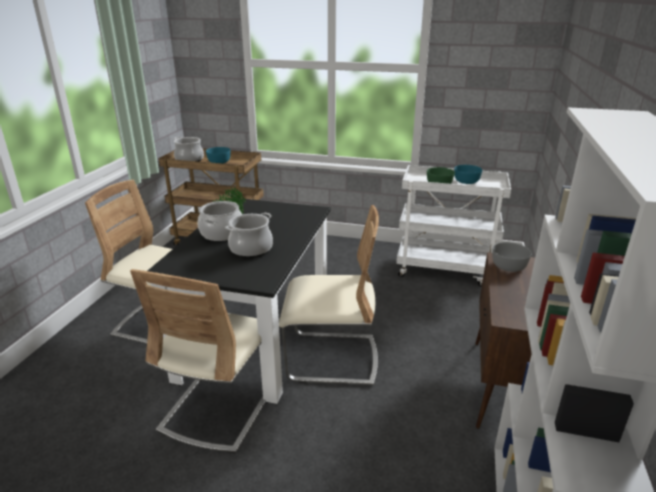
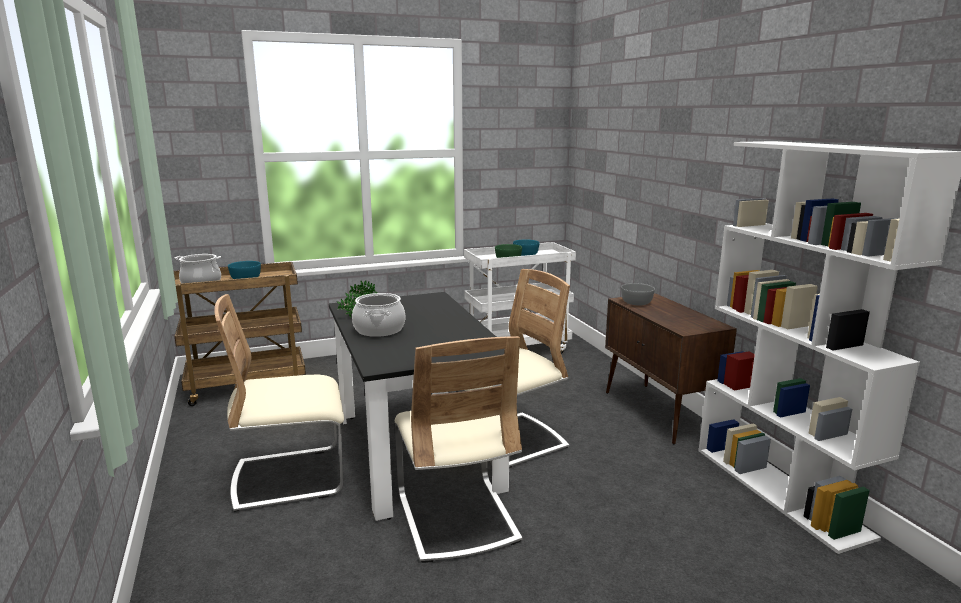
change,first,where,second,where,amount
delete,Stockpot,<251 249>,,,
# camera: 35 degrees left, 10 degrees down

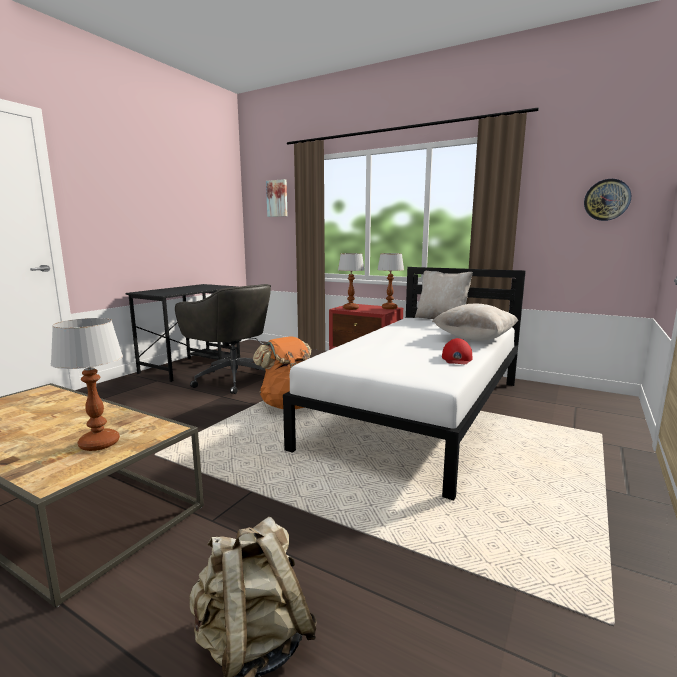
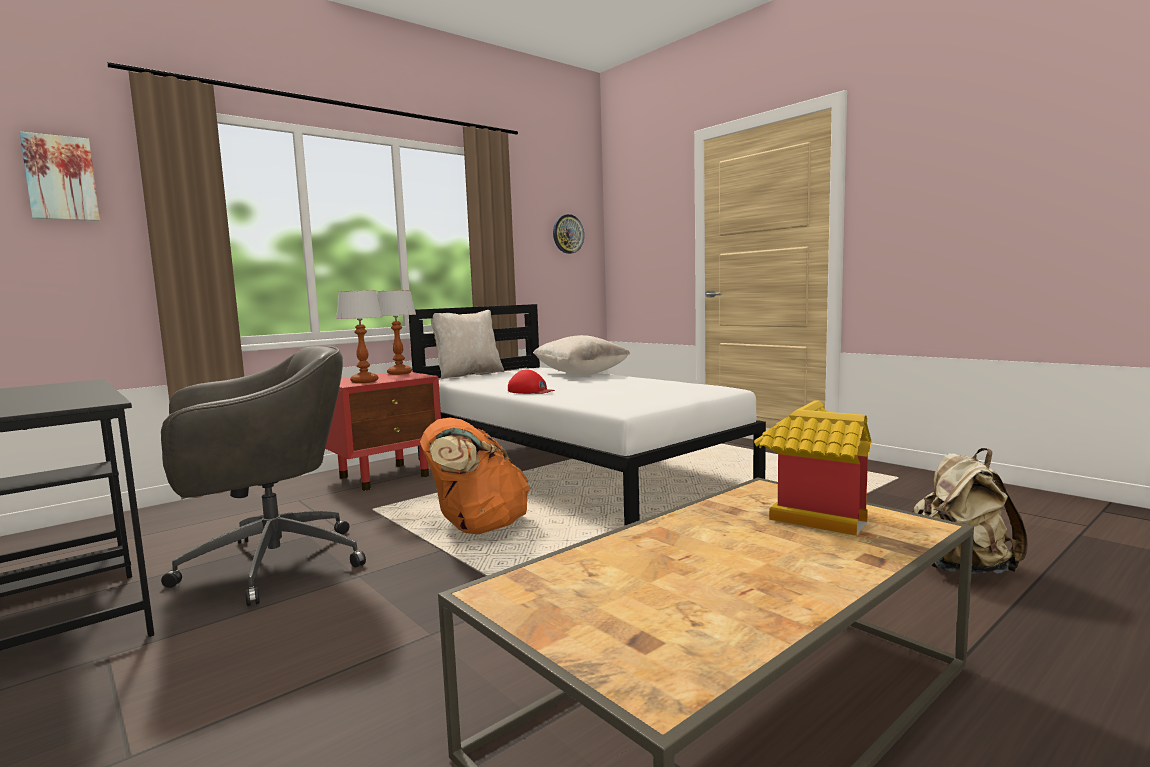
change,first,where,second,where,amount
move,RedPeakedCap,<456 358>,,<531 391>,
replace,LampForATable,<100 443>,MiniatureHouse,<808 514>,
# camera: 70 degrees left, 5 degrees down

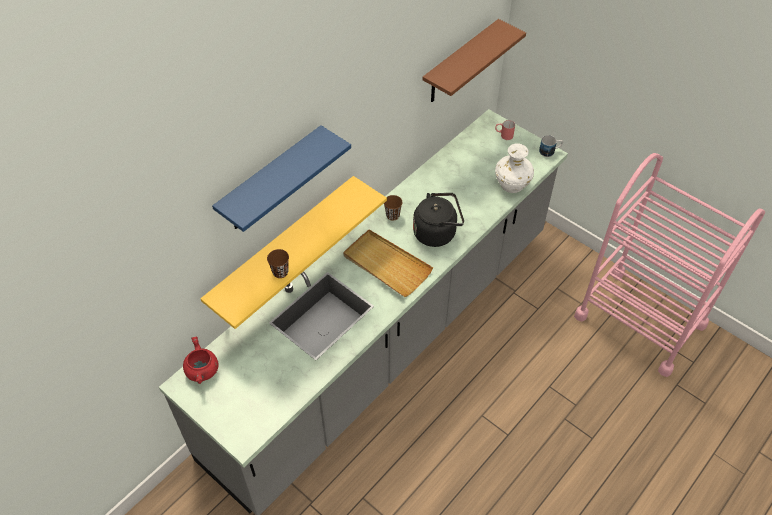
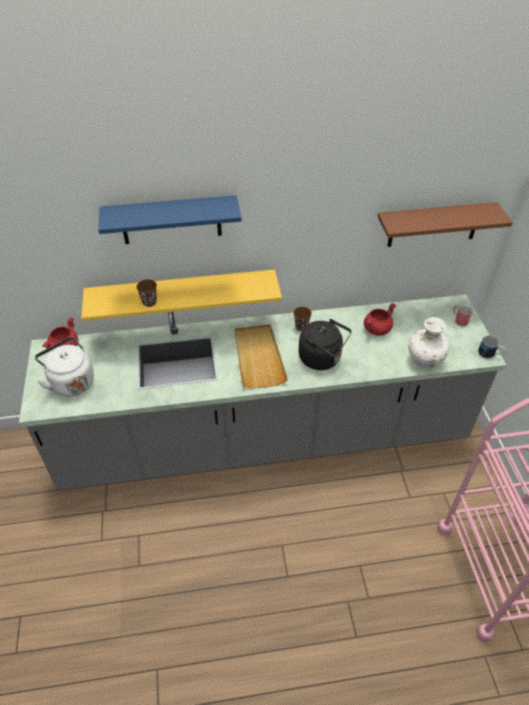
change,first,where,second,where,amount
insert,,,WhitishTeaKettle,<71 381>,
insert,,,RedStockpot,<377 329>,
# camera: 40 degrees right, 5 degrees down

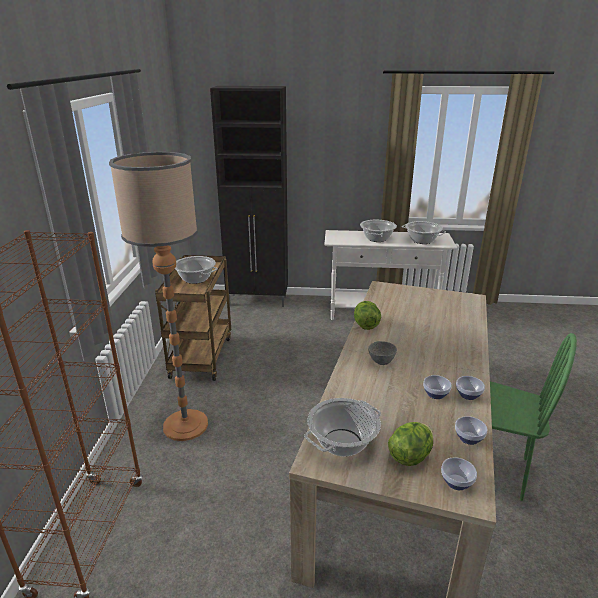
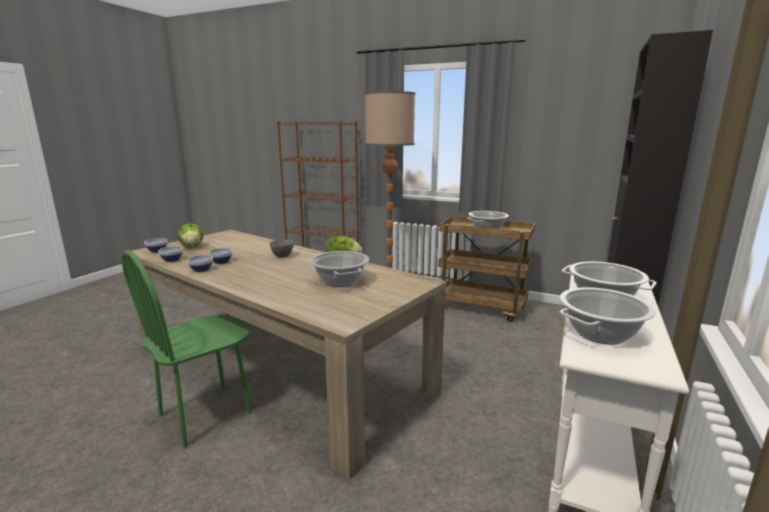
change,first,where,second,where,amount
move,Stockpot,<342 442>,,<340 281>,
# camera: 110 degrees right, 10 degrees down

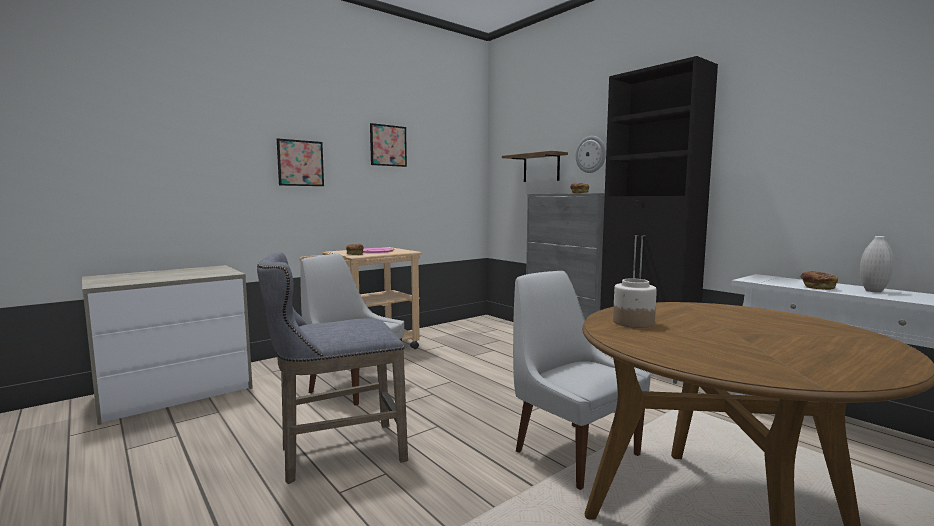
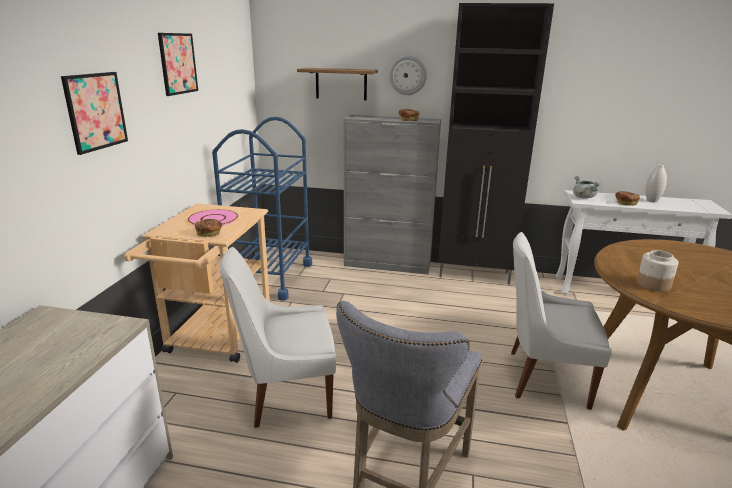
change,first,where,second,where,amount
insert,,,BlueTrolley,<270 277>,
insert,,,GreyishStockpot,<583 197>,
# camera: 40 degrees left, 15 degrees up

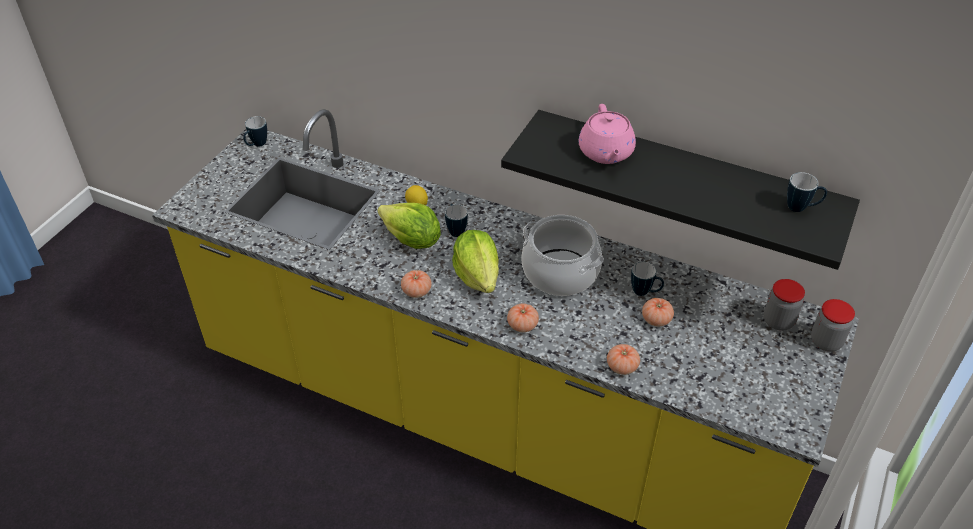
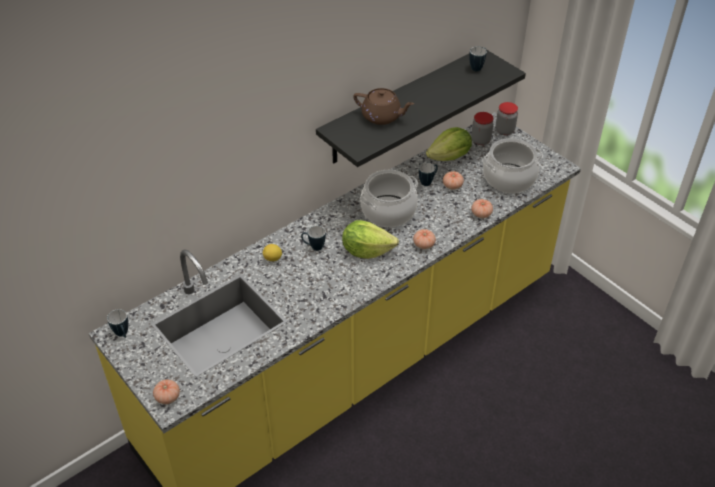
change,first,where,second,where,amount
insert,,,Stockpot,<509 179>,
move,LettuceHead,<412 241>,,<450 157>,
move,Tomato,<416 291>,,<167 397>,
recolor,PinkishPotForTea,<606 153>,BrownPotForTea,<382 117>,
# camera: 65 degrees left, 0 degrees up

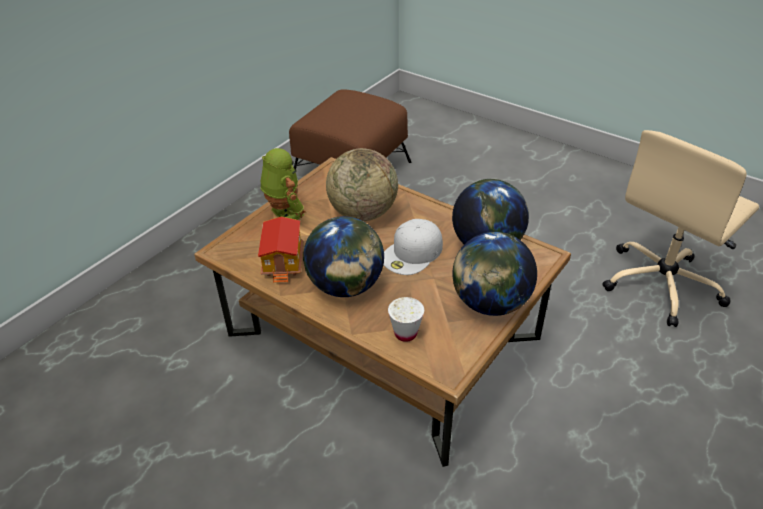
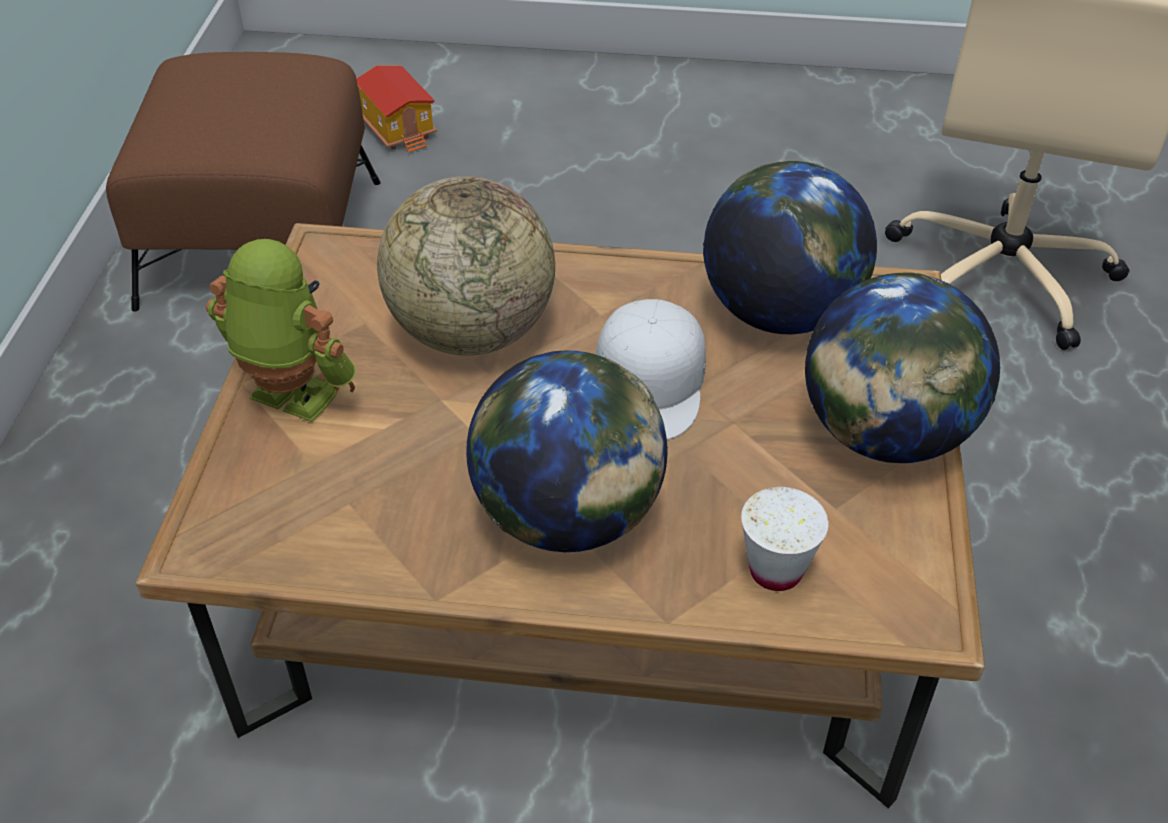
change,first,where,second,where,amount
move,MiniatureHouse,<284 262>,,<399 129>,
# camera: 30 degrees left, 5 degrees up

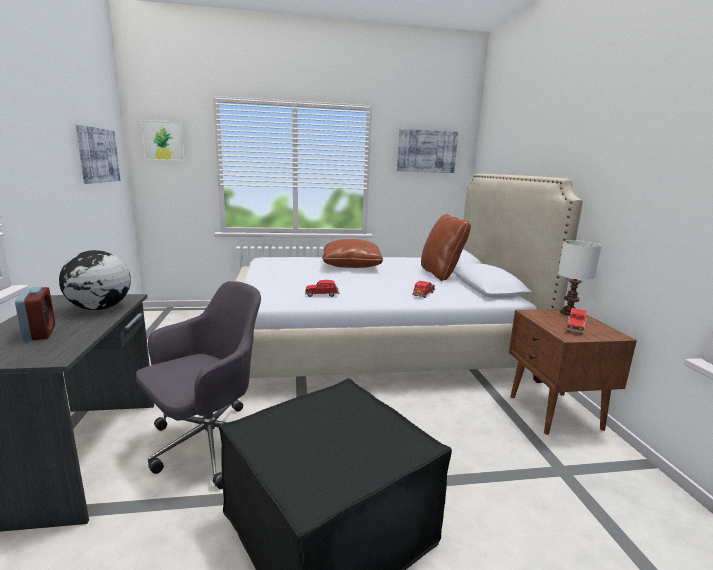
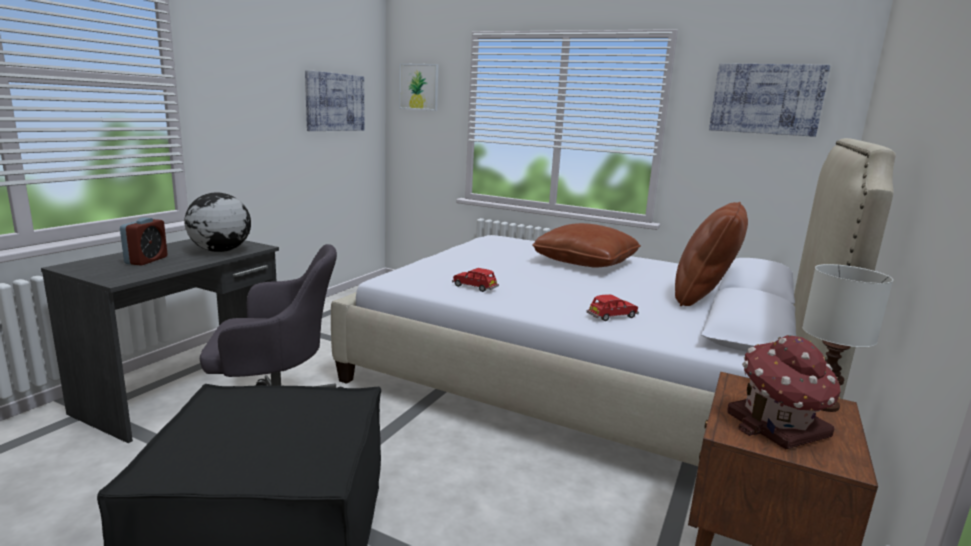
change,first,where,second,where,amount
replace,RedMiniatureCar,<575 328>,MiniatureHouse,<778 427>,
# camera: 35 degrees right, 0 degrees up

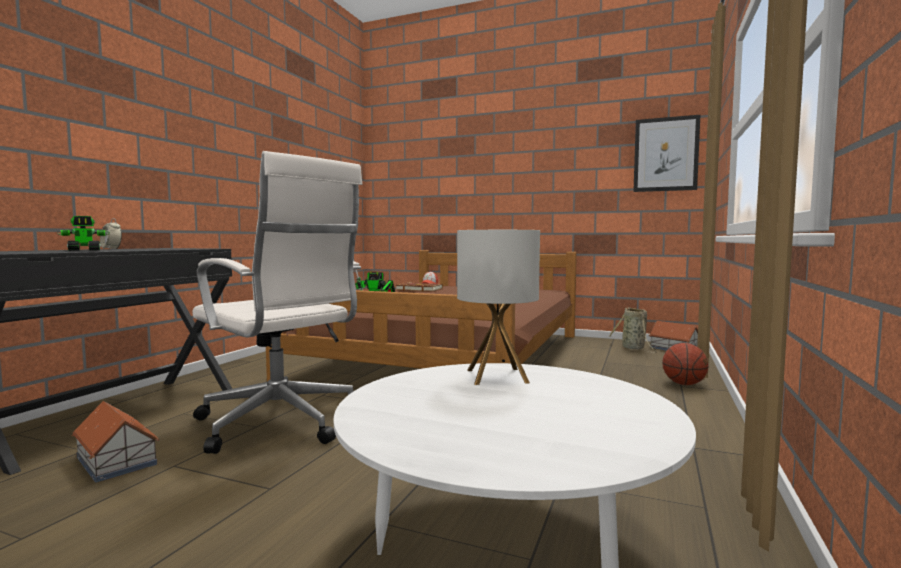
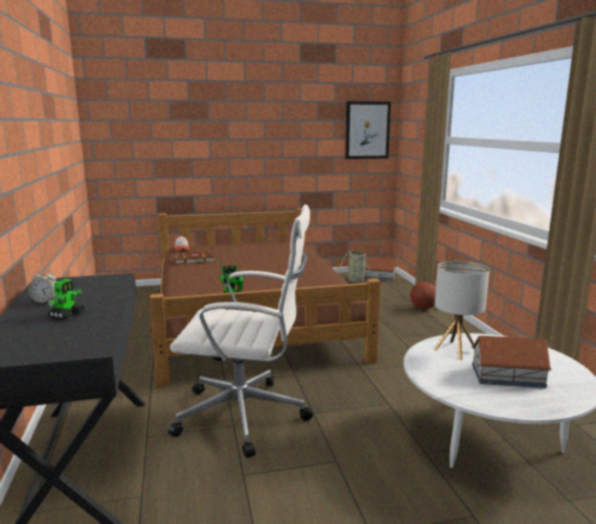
change,first,where,second,where,amount
move,MiniatureHouse,<116 461>,,<508 376>,
# camera: 35 degrees left, 10 degrees up

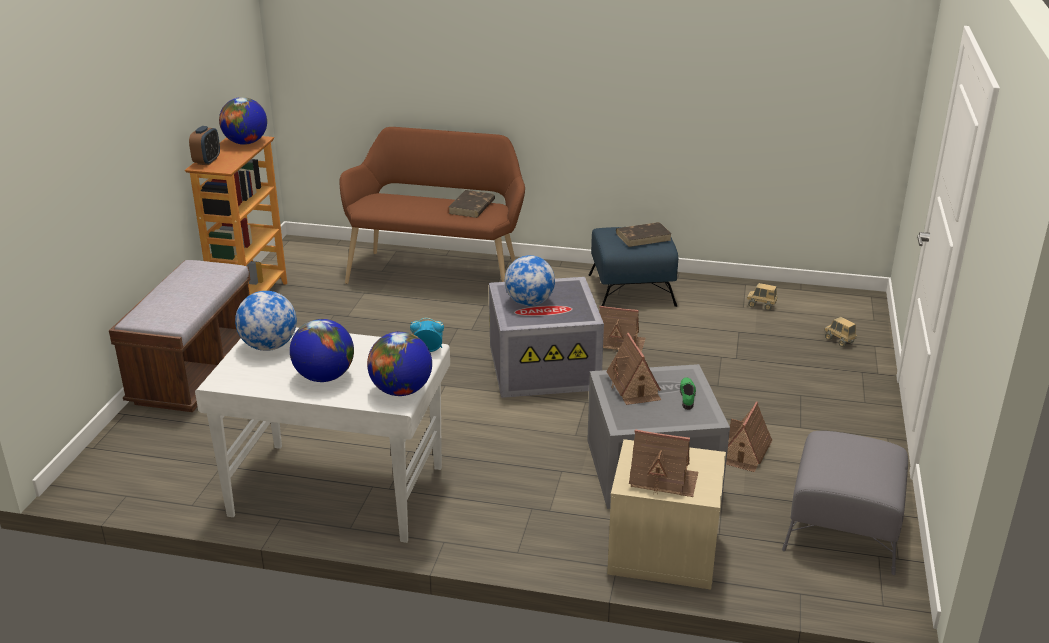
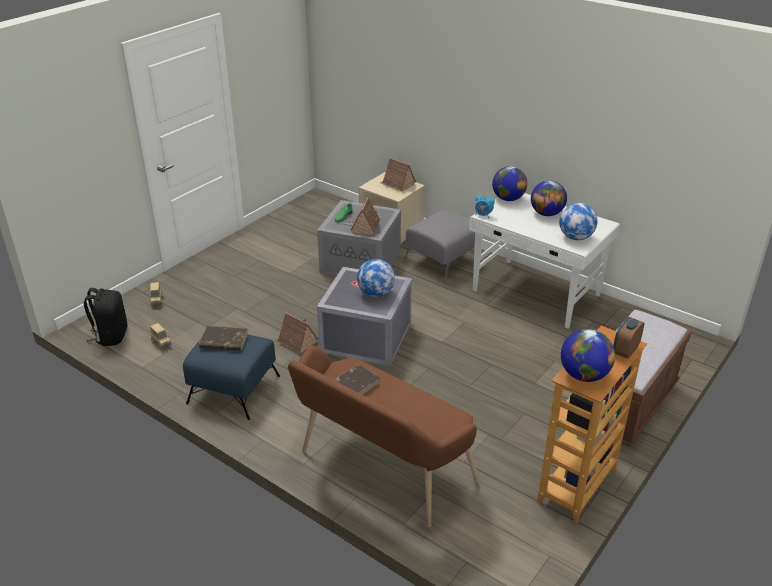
change,first,where,second,where,amount
delete,MiniatureHouse,<745 453>,,,
insert,,,BlackishBackpack,<111 336>,
move,GreyishPouffe,<842 529>,,<442 261>,
# camera: 155 degrees left, 5 degrees up

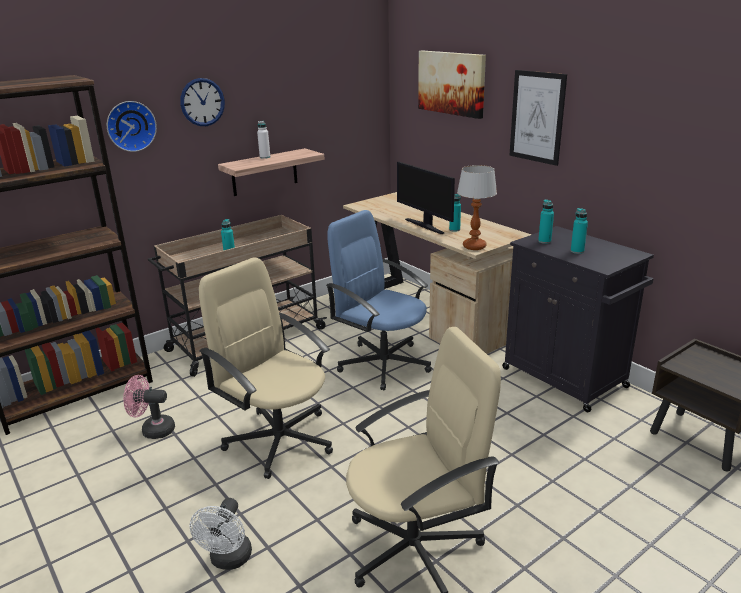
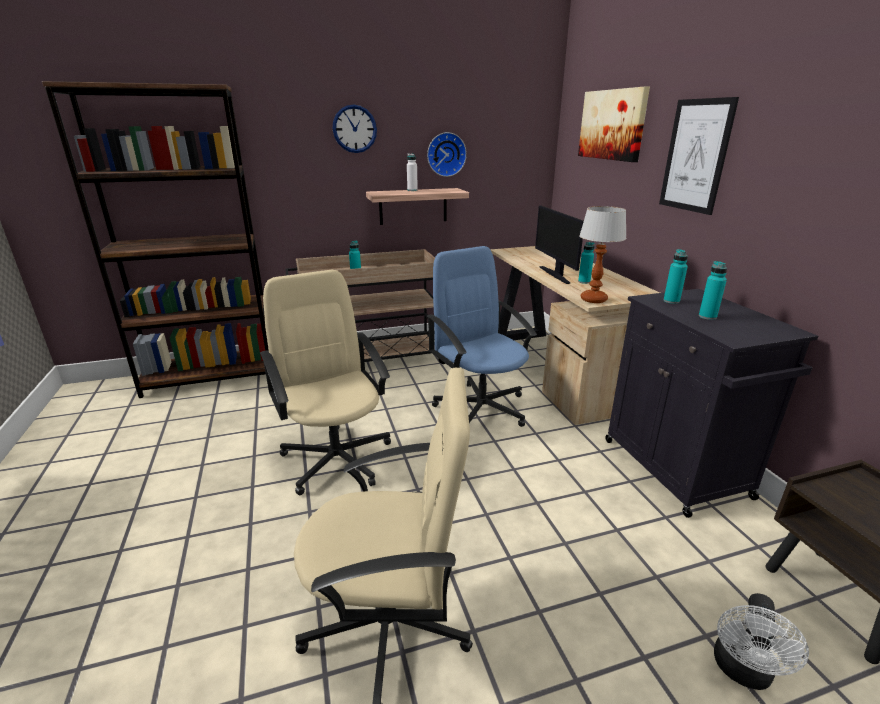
change,first,where,second,where,amount
delete,PinkishElectricFan,<153 430>,,,
move,WallClock,<130 126>,,<446 154>,
move,WhitishElectricFan,<228 560>,,<742 672>,
# camera: 20 degrees right, 0 degrees up

